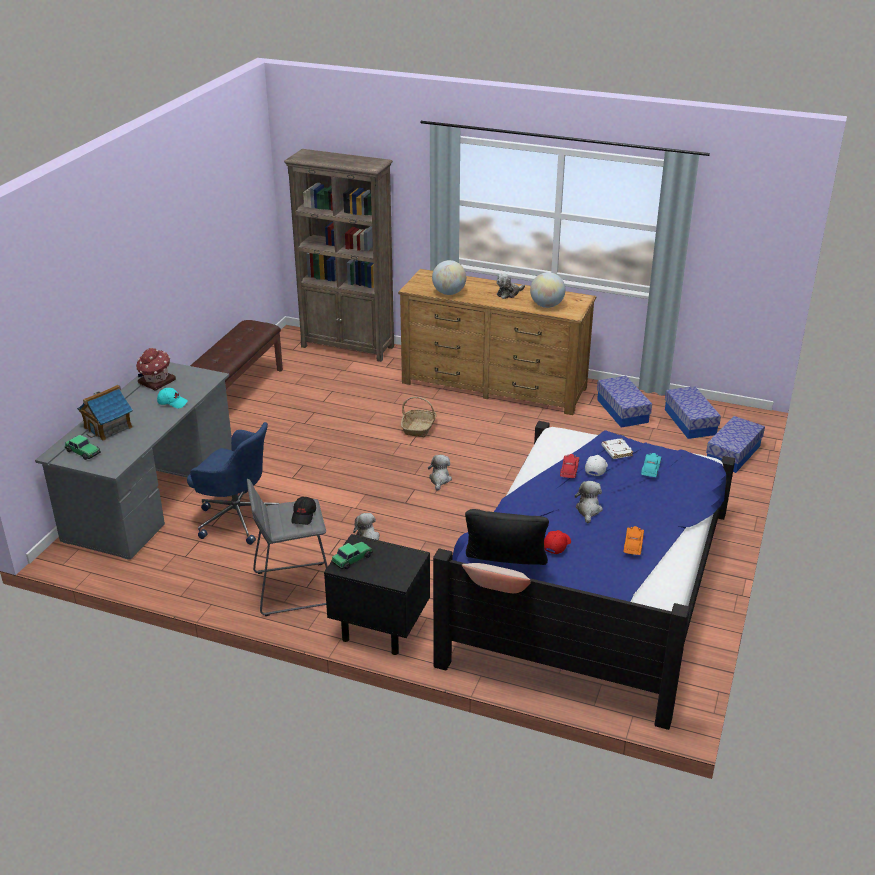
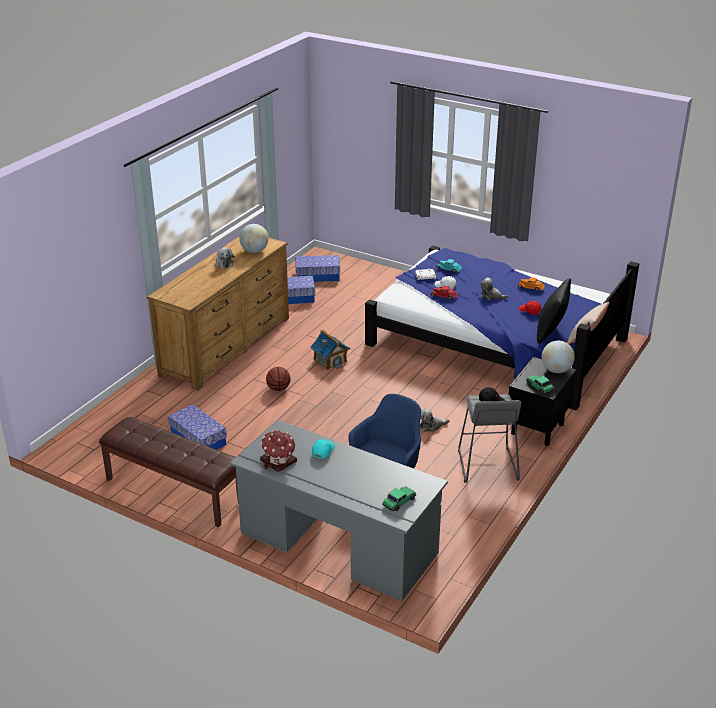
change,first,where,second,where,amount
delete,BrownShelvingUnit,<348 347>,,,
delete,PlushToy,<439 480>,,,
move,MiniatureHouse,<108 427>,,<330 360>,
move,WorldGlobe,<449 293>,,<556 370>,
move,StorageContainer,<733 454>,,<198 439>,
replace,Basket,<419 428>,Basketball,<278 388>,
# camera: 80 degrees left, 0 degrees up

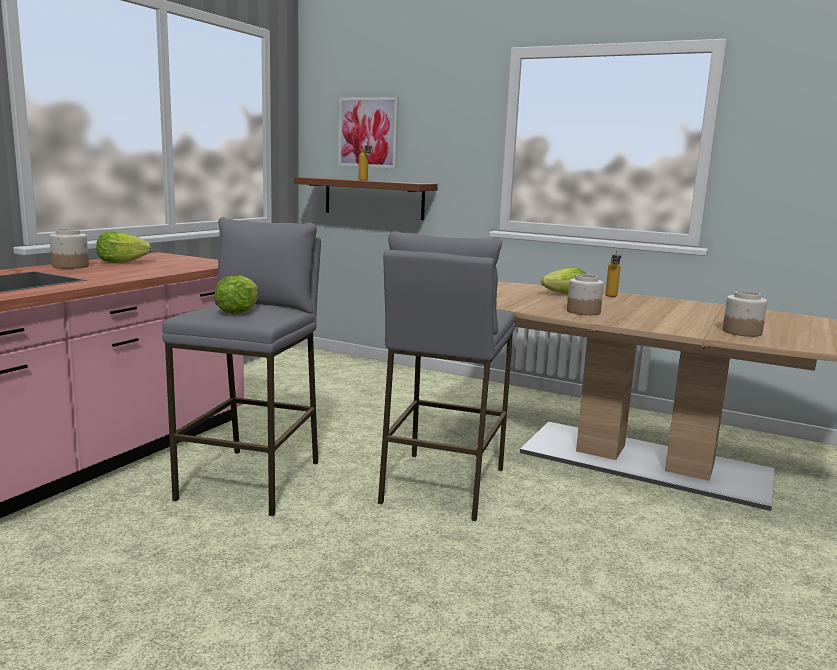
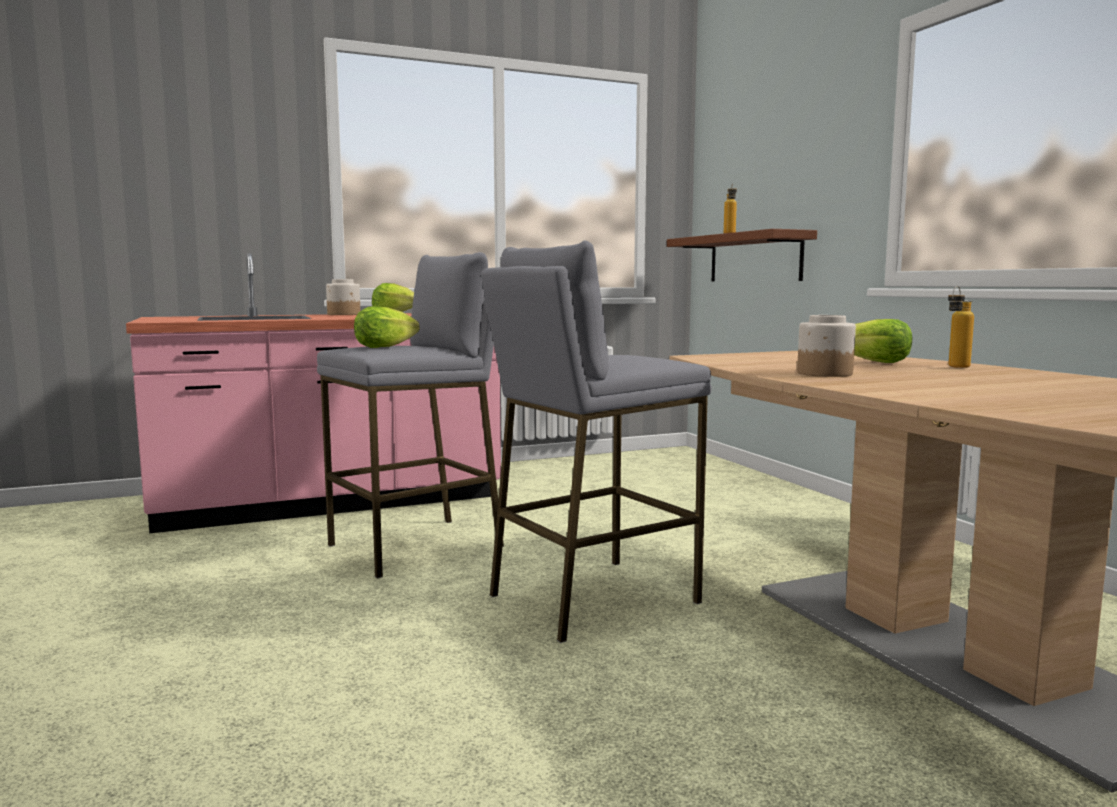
change,first,where,second,where,amount
delete,WallArt,<368 132>,,,
delete,StorageJar,<741 332>,,,
# camera: 40 degrees right, 5 degrees down

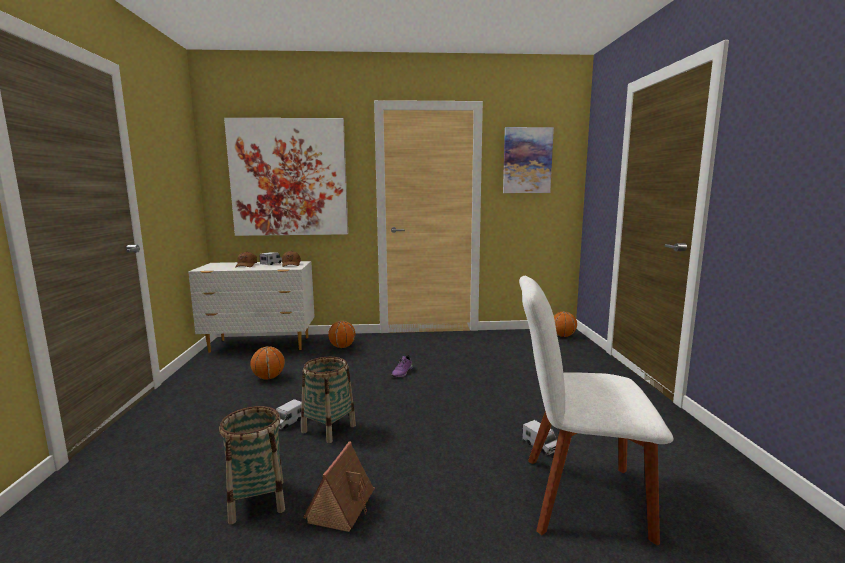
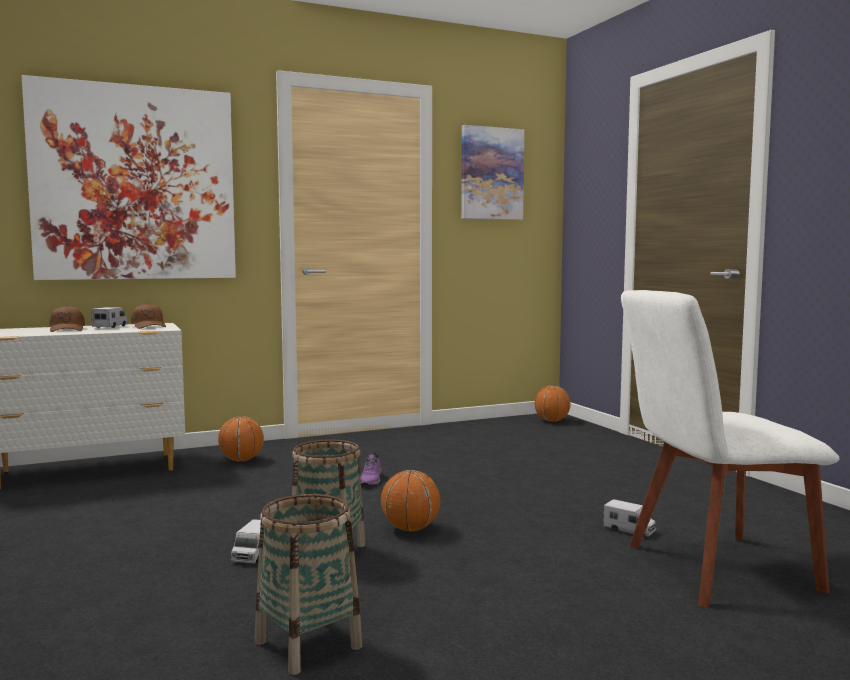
change,first,where,second,where,amount
delete,MiniatureHouse,<342 506>,,,
move,Basketball,<269 378>,,<410 529>,
# camera: 20 degrees left, 5 degrees down

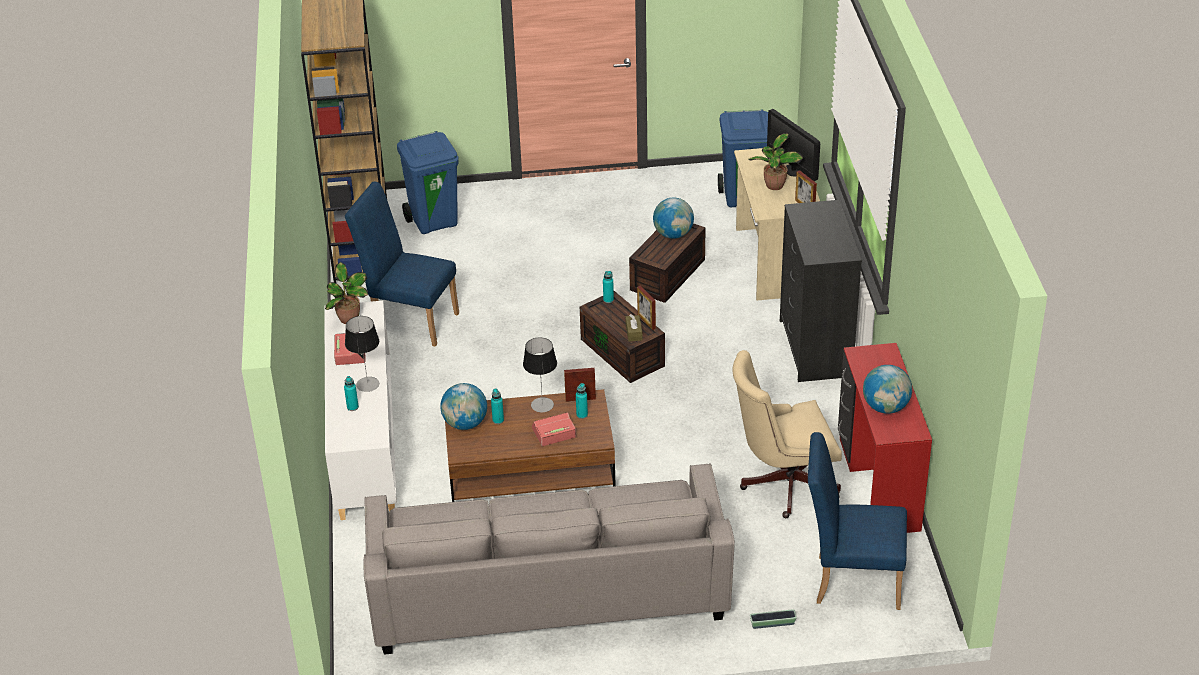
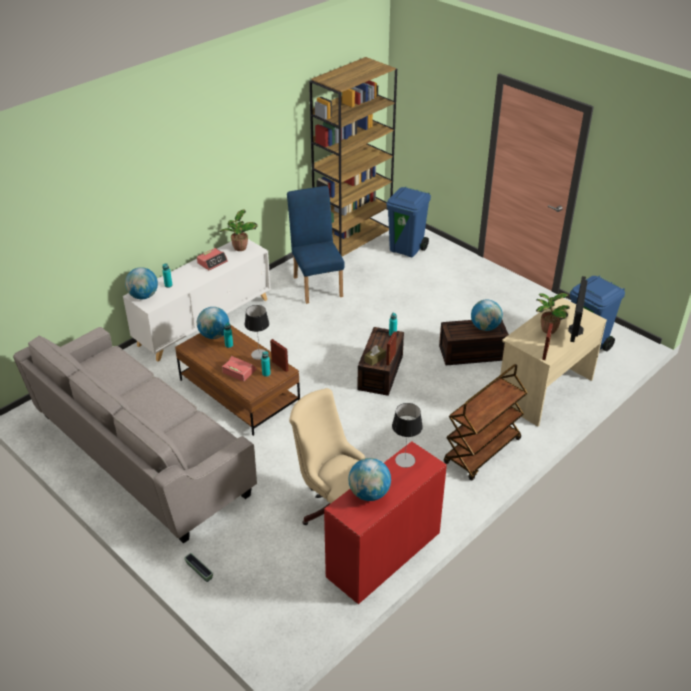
change,first,where,second,where,amount
delete,BlueChair,<850 580>,,,
insert,,,WorldGlobe,<143 296>,
move,LampForATable,<367 384>,,<405 460>,
replace,BlackishDrawerChest,<814 348>,BrownTrolley,<482 452>,
# camera: 50 degrees right, 0 degrees up

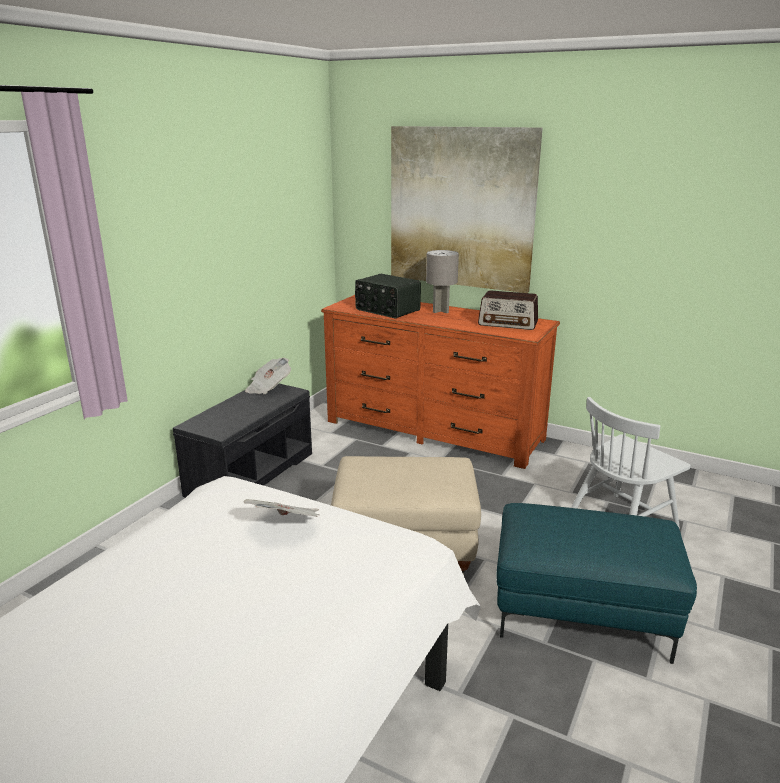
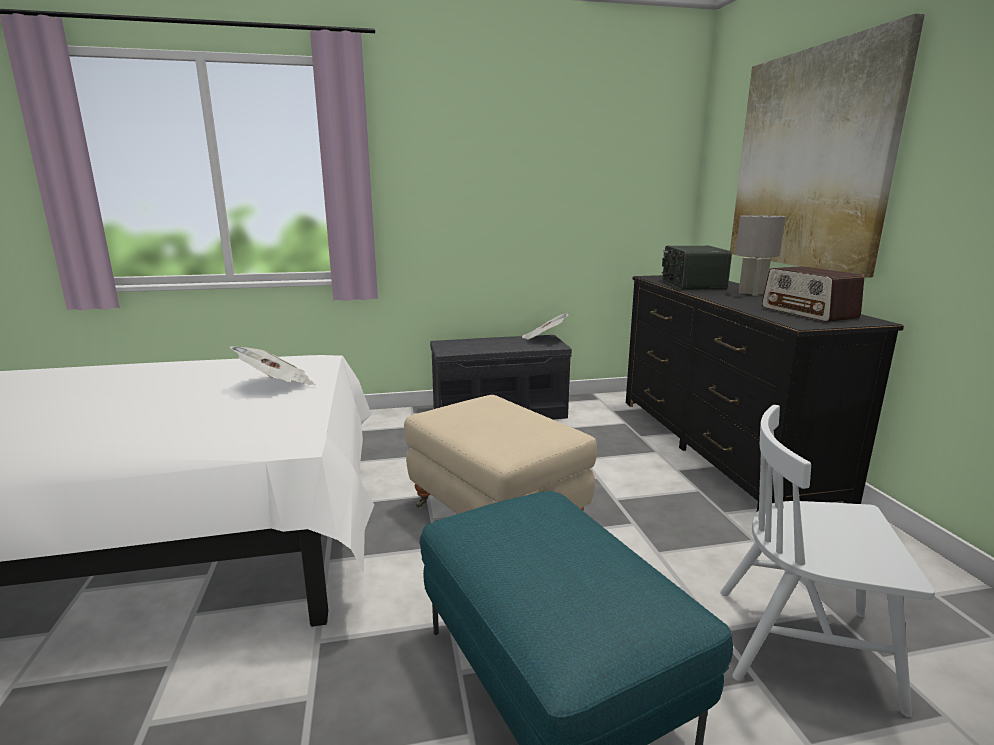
change,first,where,second,where,amount
recolor,OrangeyDrawerChest,<433 430>,BlackishDrawerChest,<719 445>,
# camera: 50 degrees right, 5 degrees down

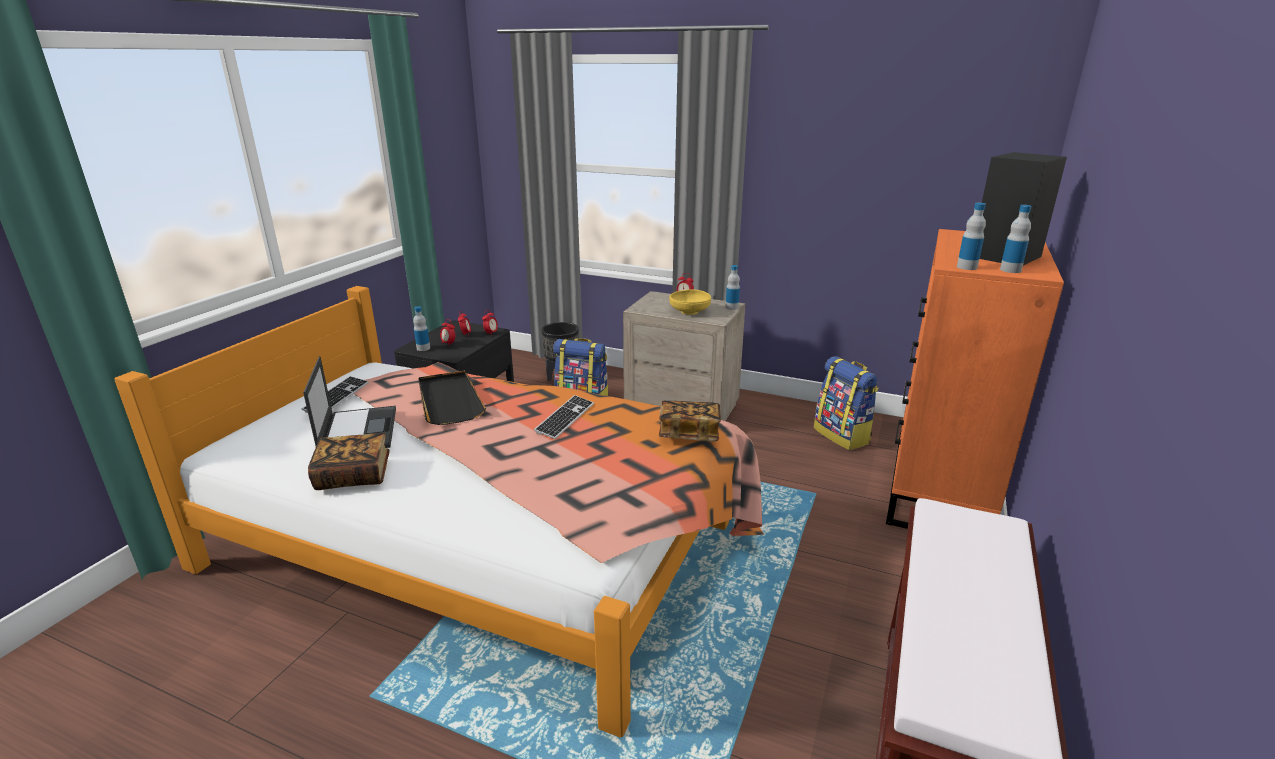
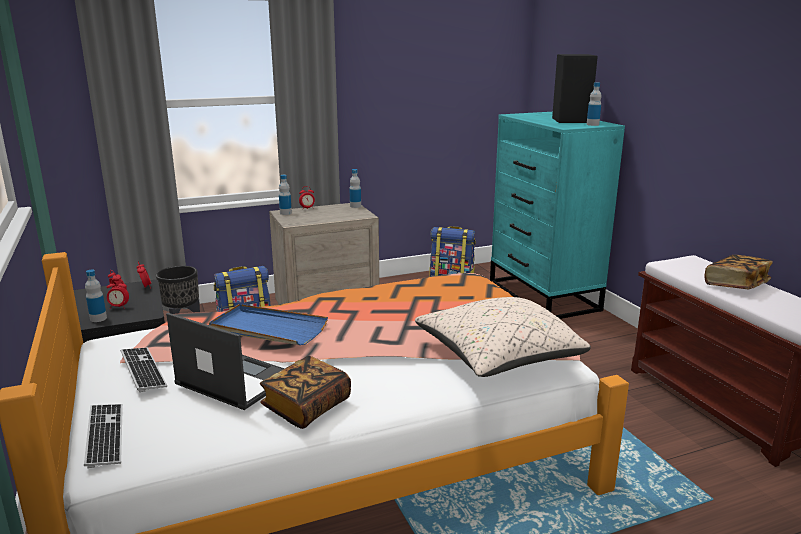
change,first,where,second,where,amount
delete,YellowBowl,<689 311>,,,
insert,,,BeigeColouredPillow,<497 357>,
move,PcKeyboard,<565 418>,,<105 436>,
move,Book,<689 434>,,<736 285>,
move,DrinkBottle,<967 267>,,<285 213>,
recolor,BlackishCarryingTray,<449 400>,BlueCarryingTray,<267 329>,
recolor,OrangeyDrawerChest,<938 493>,BlueGreenDrawerChest,<543 296>,
# camera: 45 degrees left, 5 degrees down

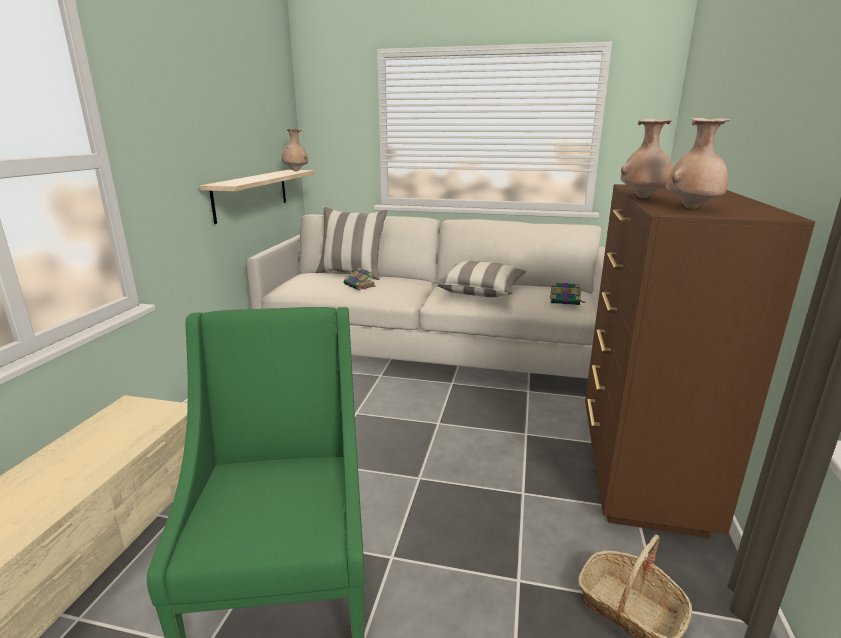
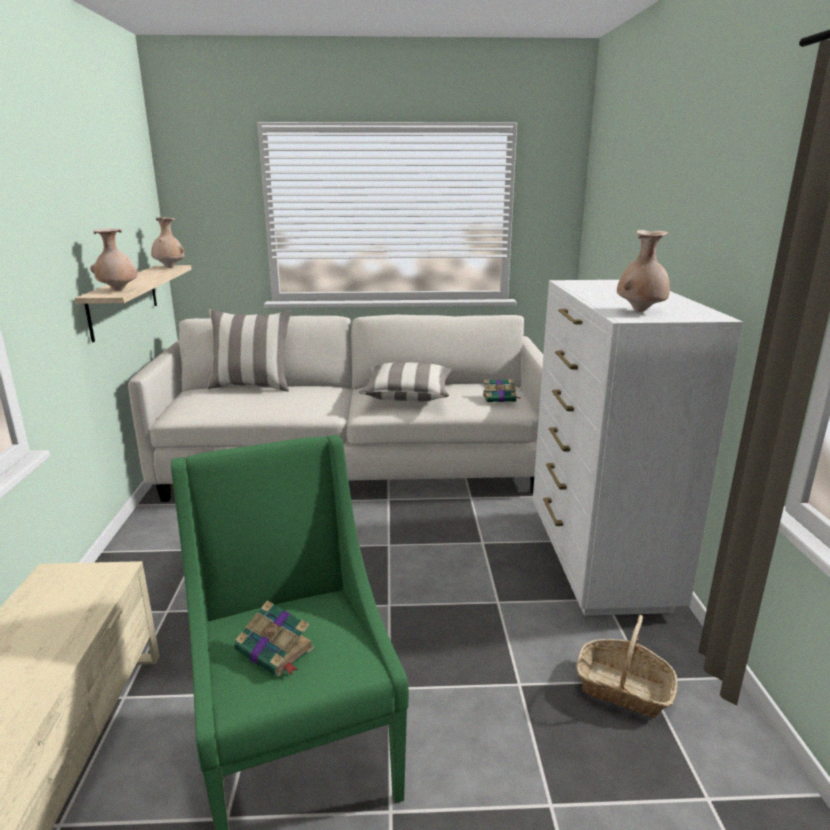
change,first,where,second,where,amount
move,Book,<360 285>,,<276 650>,
move,BeigeColouredFlowerVase,<642 197>,,<118 290>,
recolor,BrownDrawerChest,<638 468>,WhitishDrawerChest,<597 559>,
# camera: 15 degrees left, 0 degrees up

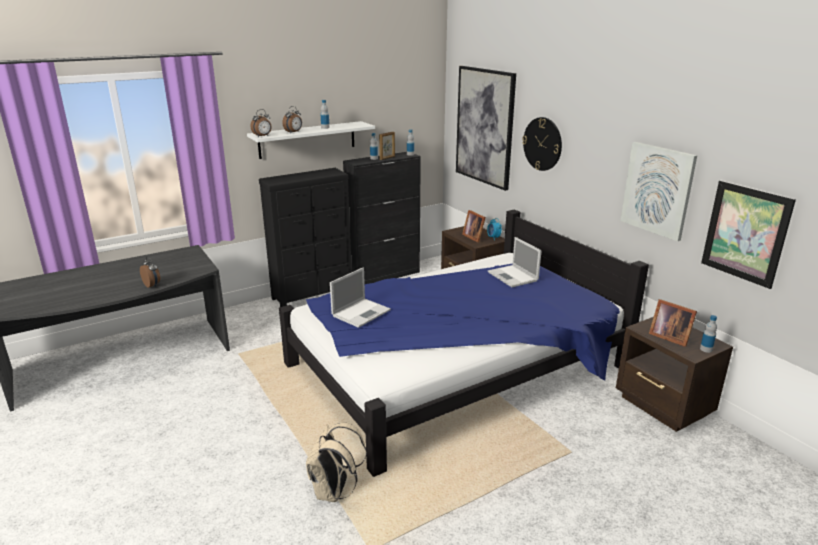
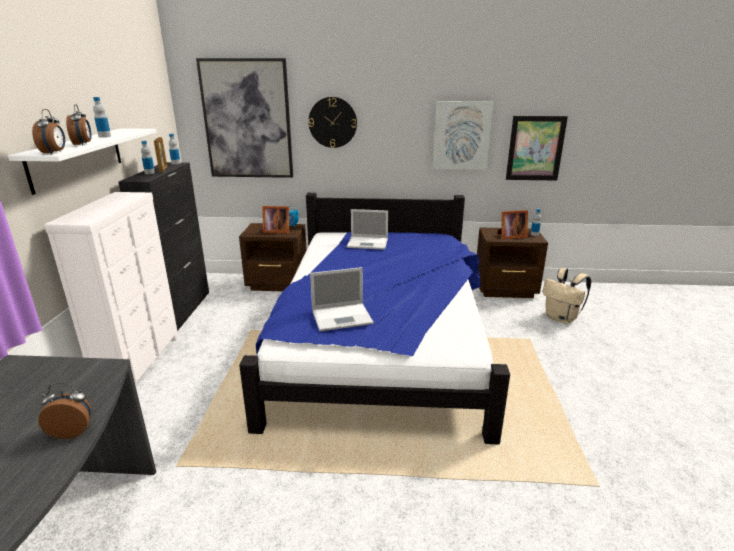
change,first,where,second,where,amount
move,BeigeColouredBackpack,<334 492>,,<561 318>,
recolor,BlackishDrawerChest,<313 295>,WhitishDrawerChest,<141 362>,
rotate,NotebookComputer,<361 312>,,<343 317>,90 degrees clockwise
# camera: 55 degrees left, 0 degrees up

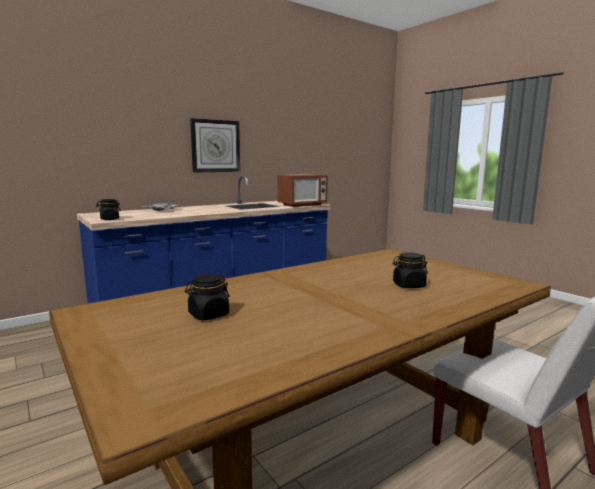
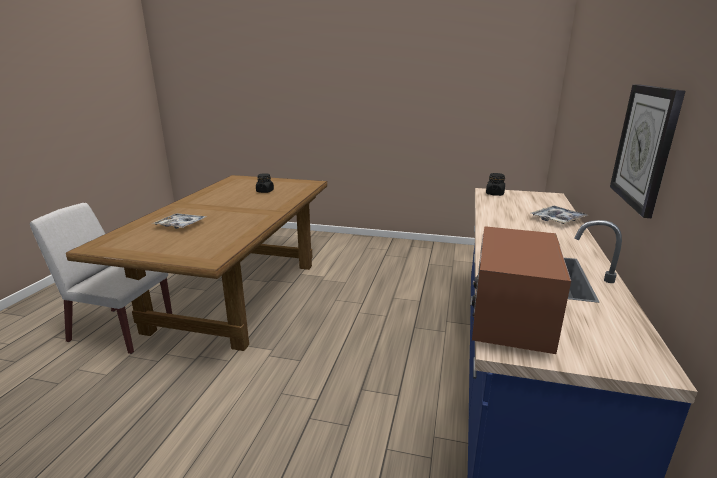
change,first,where,second,where,amount
replace,BlackishStorageJar,<408 285>,CarryingTray,<180 225>,
# camera: 140 degrees right, 10 degrees up

